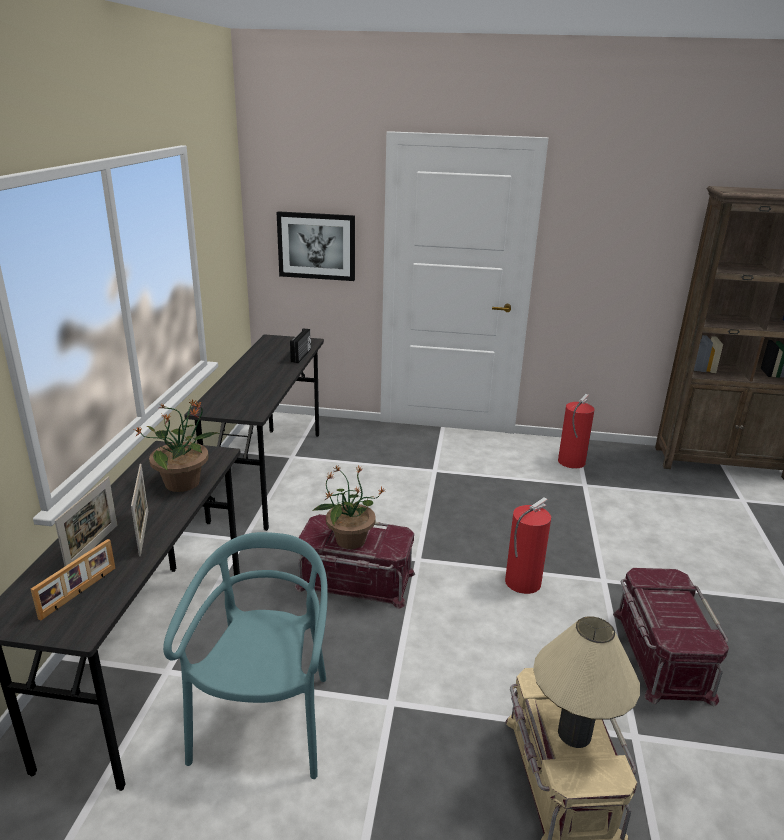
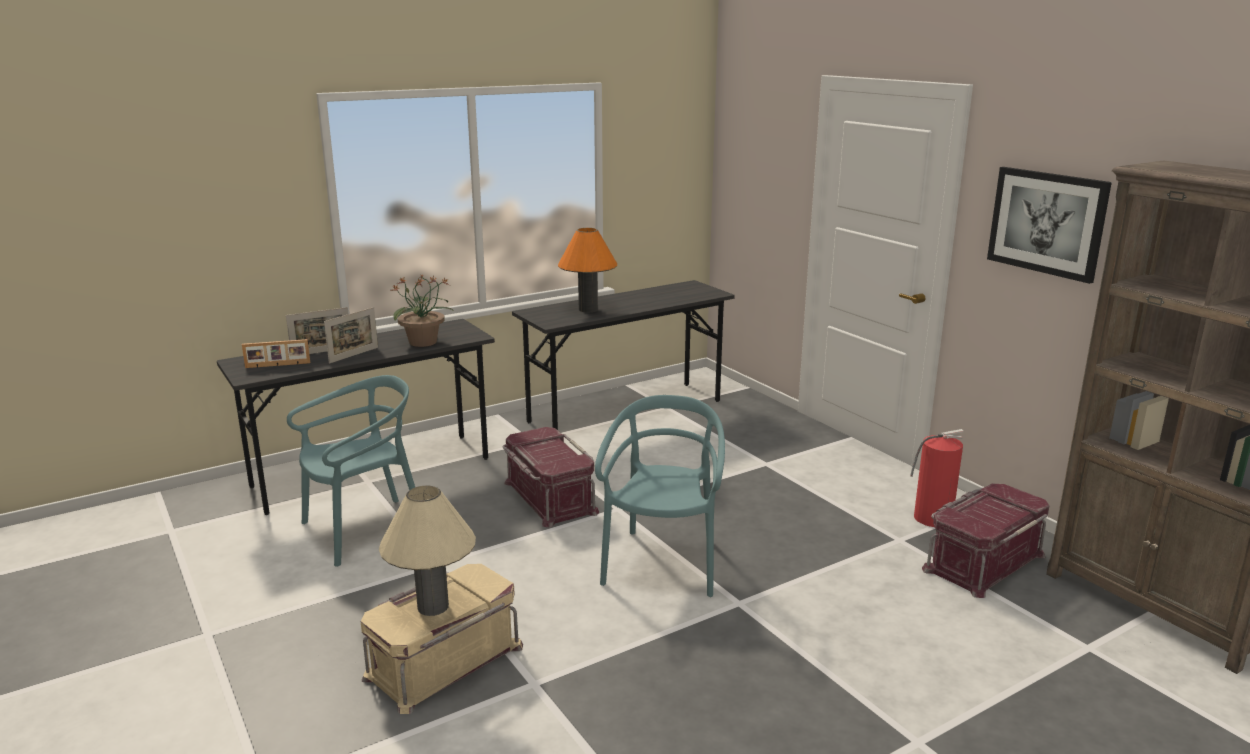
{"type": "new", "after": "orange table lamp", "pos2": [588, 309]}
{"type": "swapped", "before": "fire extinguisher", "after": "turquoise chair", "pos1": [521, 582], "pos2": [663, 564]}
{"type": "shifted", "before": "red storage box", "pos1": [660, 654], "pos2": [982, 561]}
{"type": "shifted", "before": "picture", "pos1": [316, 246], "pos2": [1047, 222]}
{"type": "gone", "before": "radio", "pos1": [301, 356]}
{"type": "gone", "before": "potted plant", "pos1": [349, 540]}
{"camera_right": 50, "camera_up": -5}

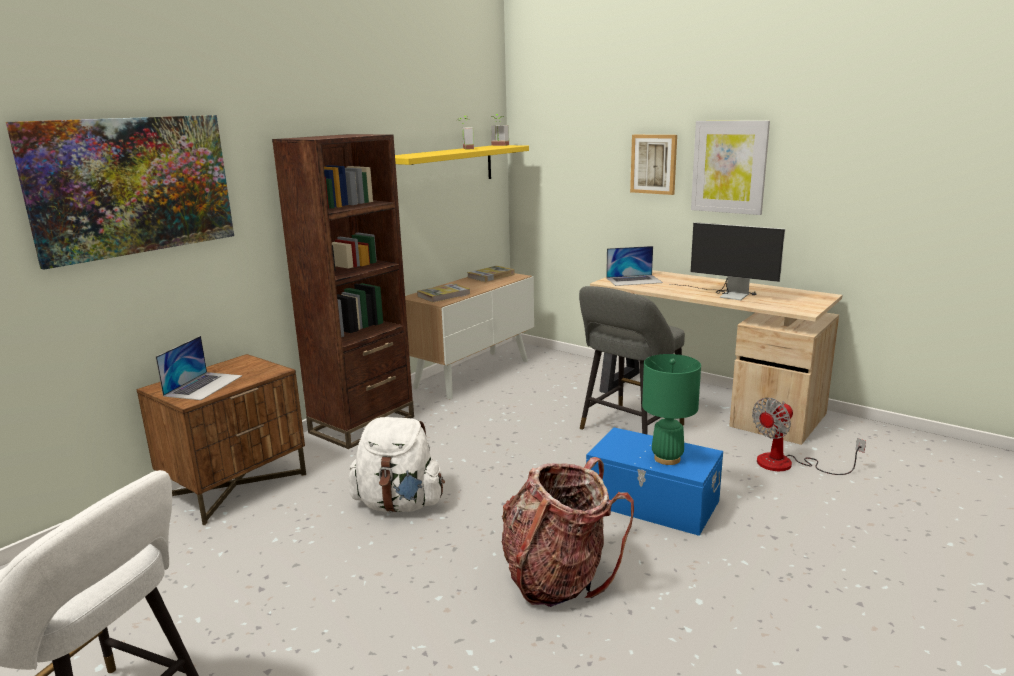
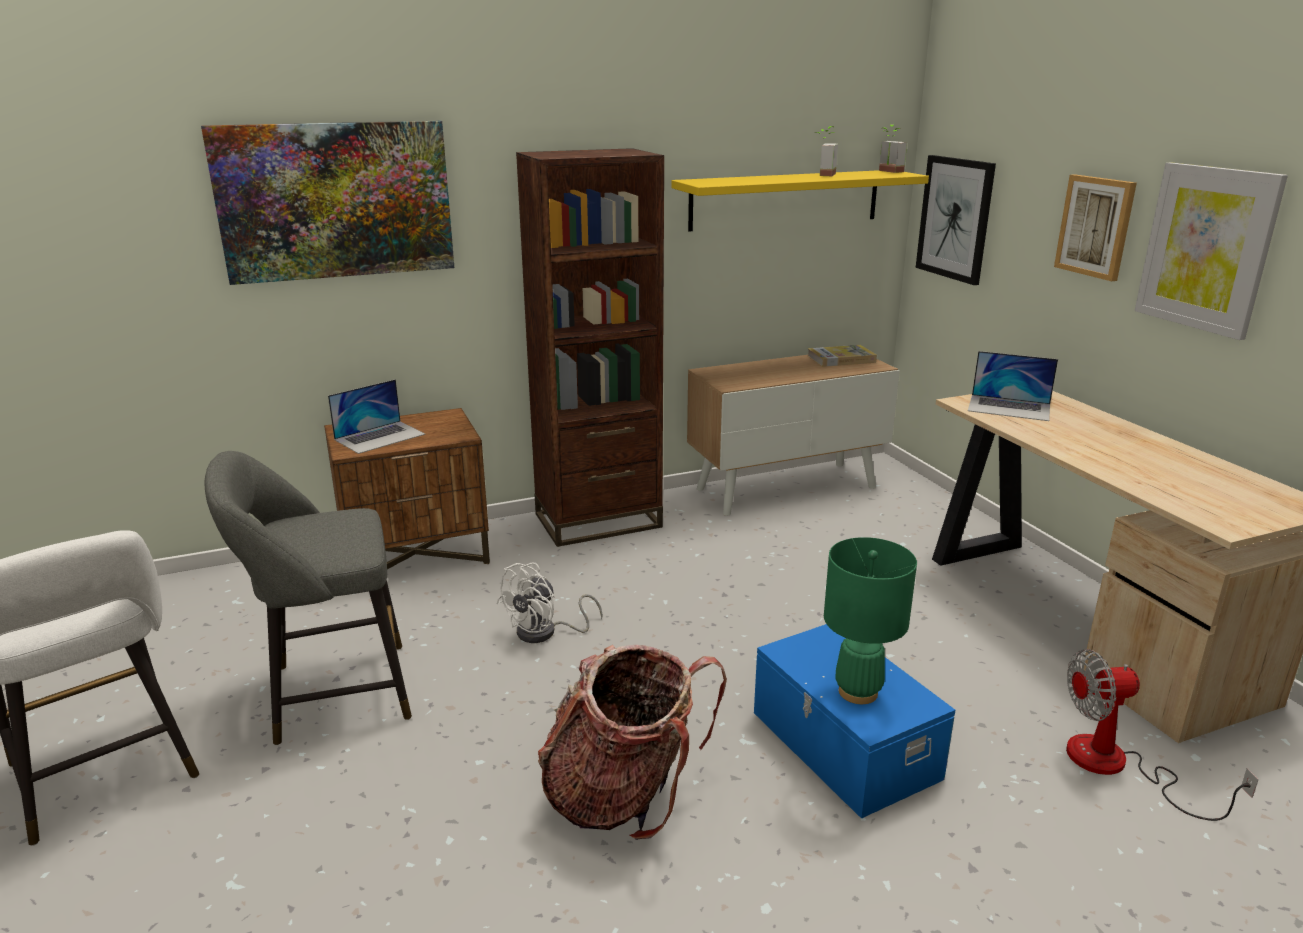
{"type": "shifted", "before": "grey stool", "pos1": [628, 429], "pos2": [331, 694]}
{"type": "swapped", "before": "white backpack", "after": "white fan", "pos1": [399, 504], "pos2": [545, 633]}
{"type": "new", "after": "picture", "pos2": [955, 218]}
{"type": "gone", "before": "book", "pos1": [444, 295]}
{"type": "gone", "before": "monitor", "pos1": [725, 294]}
{"camera_right": 30, "camera_up": 5}

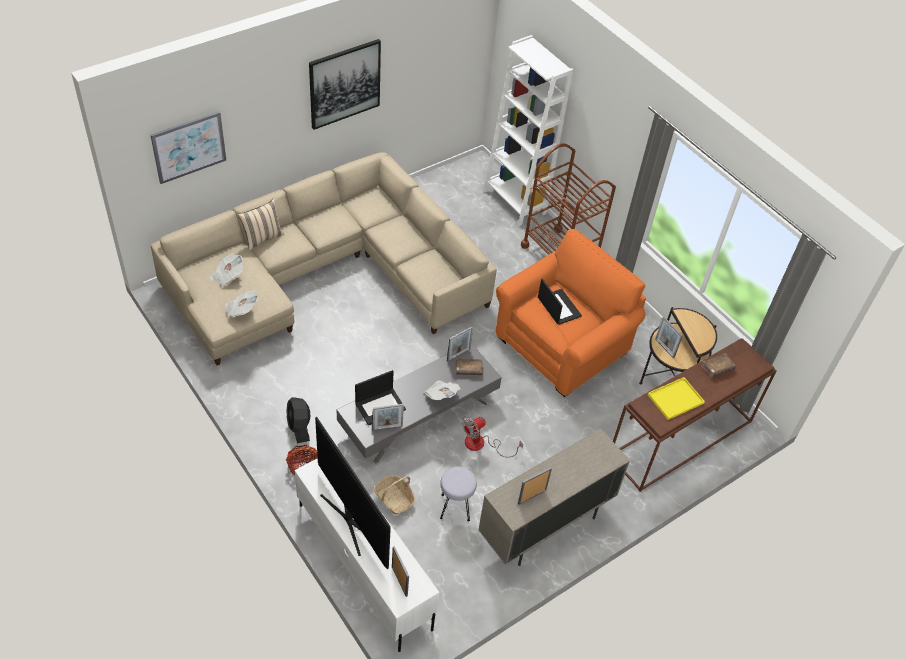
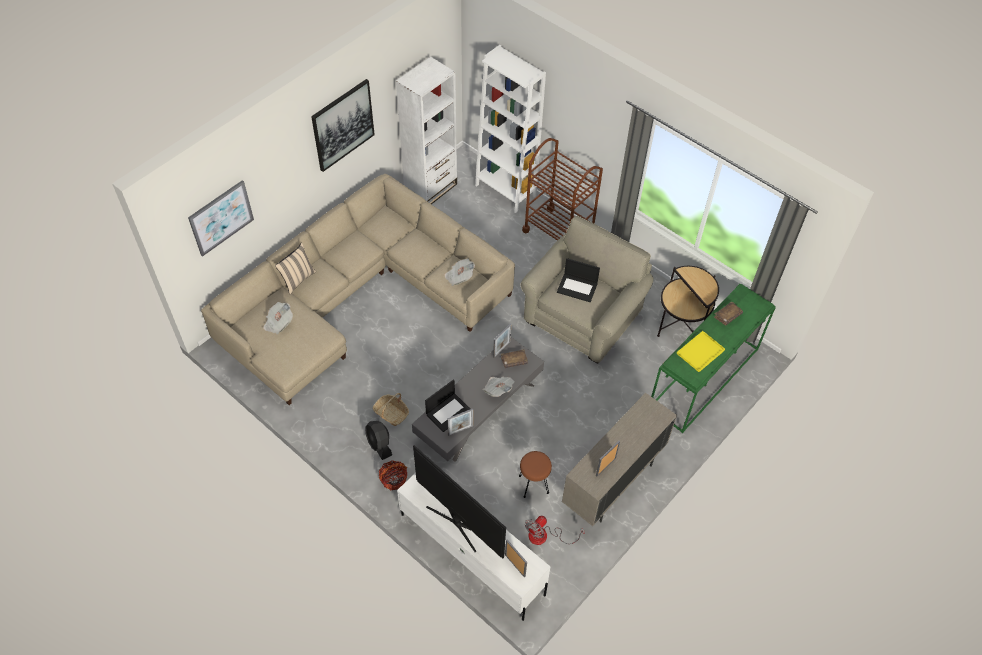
{"type": "shifted", "before": "basket", "pos1": [394, 499], "pos2": [391, 413]}
{"type": "new", "after": "white bookcase", "pos2": [431, 188]}
{"type": "shifted", "before": "newspaper", "pos1": [241, 310], "pos2": [459, 277]}
{"type": "repainted", "before": "grey stool", "after": "brown stool", "pos1": [455, 508], "pos2": [533, 485]}
{"type": "repainted", "before": "orange armchair", "after": "beige armchair", "pos1": [562, 345], "pos2": [583, 316]}
{"type": "shifted", "before": "fan", "pos1": [482, 444], "pos2": [545, 536]}
{"type": "rotated", "before": "laptop", "pos1": [558, 307], "pos2": [577, 287], "turn": 150}
{"type": "repainted", "before": "brown console table", "after": "green console table", "pos1": [680, 440], "pos2": [704, 379]}
{"type": "gone", "before": "picture frame", "pos1": [664, 348]}
{"camera_right": -10, "camera_up": 5}

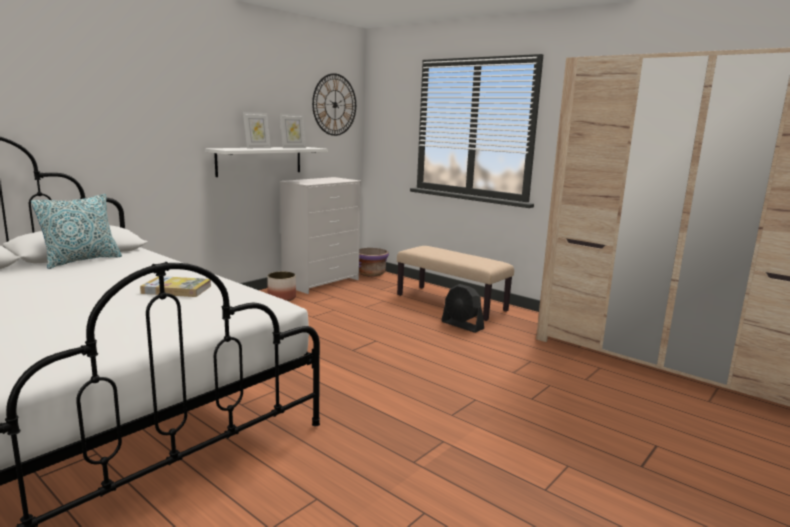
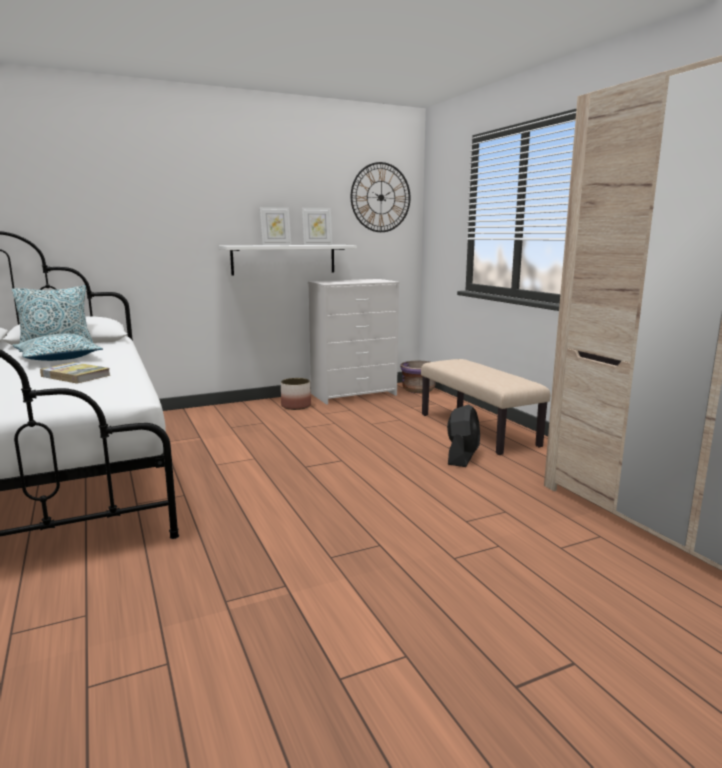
{"type": "new", "after": "pillow", "pos2": [58, 358]}
{"type": "rotated", "before": "black fan", "pos1": [462, 325], "pos2": [462, 457], "turn": -135}
{"camera_right": 25, "camera_up": 0}

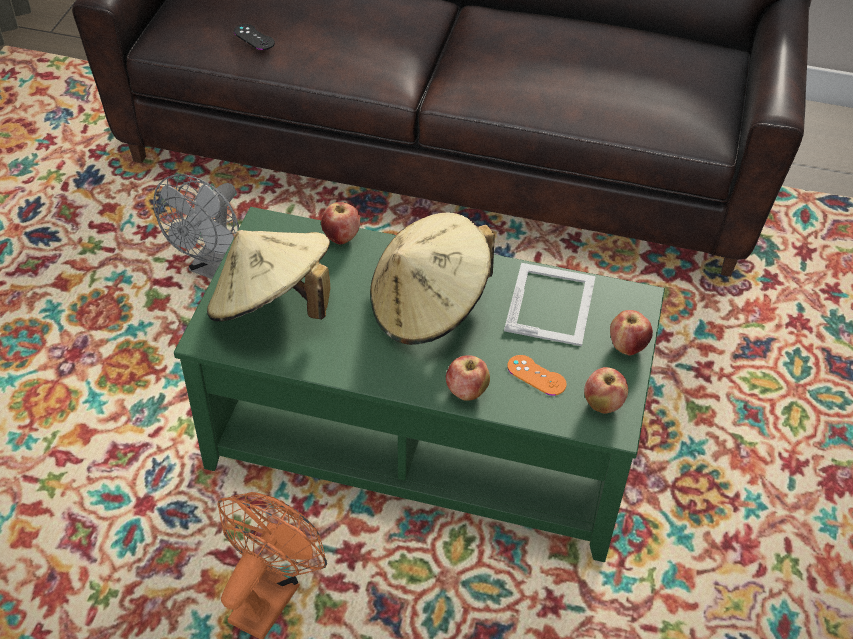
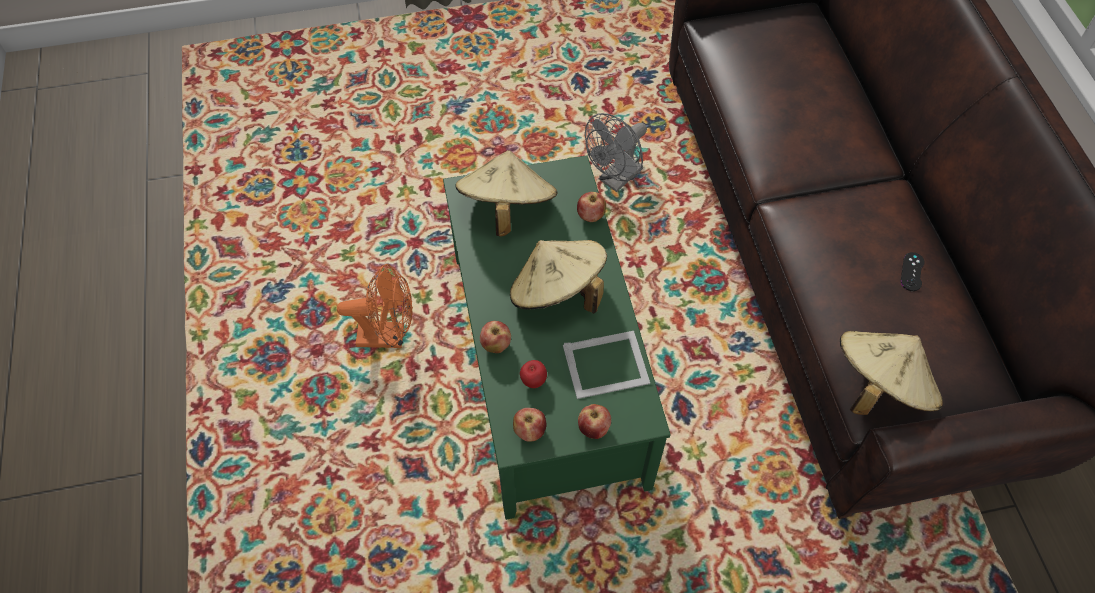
{"type": "swapped", "before": "orange game controller", "after": "apple", "pos1": [536, 375], "pos2": [533, 381]}
{"type": "rotated", "before": "grey fan", "pos1": [212, 266], "pos2": [616, 179], "turn": -45}
{"type": "new", "after": "beige hat", "pos2": [878, 386]}
{"type": "shifted", "before": "black game controller", "pos1": [254, 37], "pos2": [912, 272]}
{"camera_right": 65, "camera_up": 10}

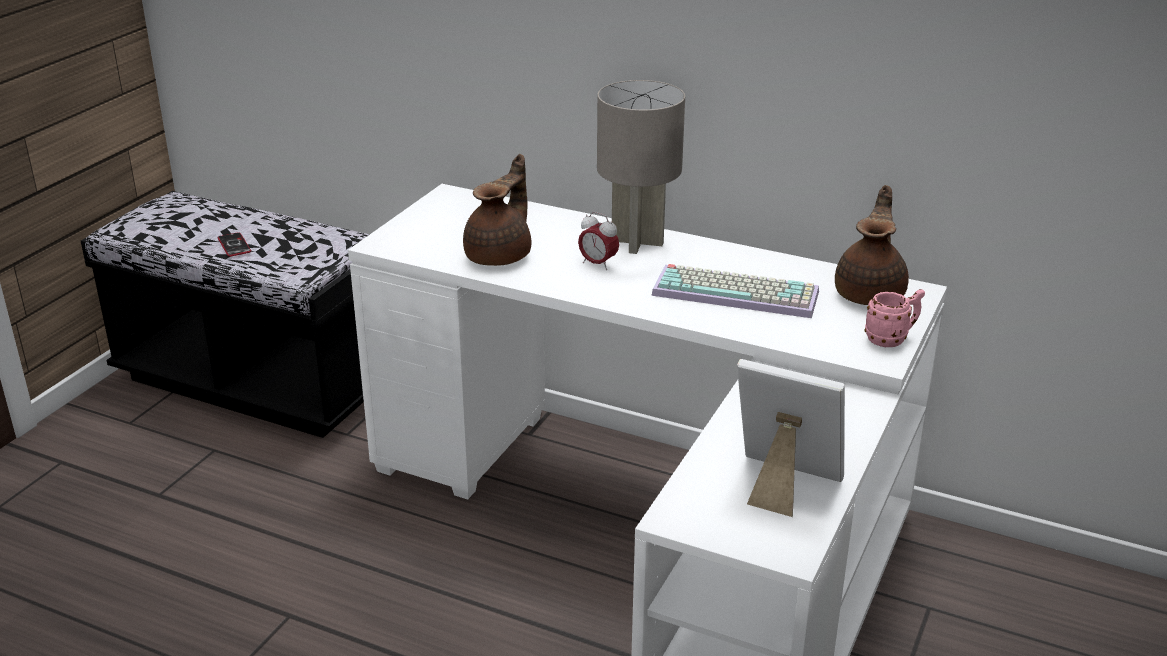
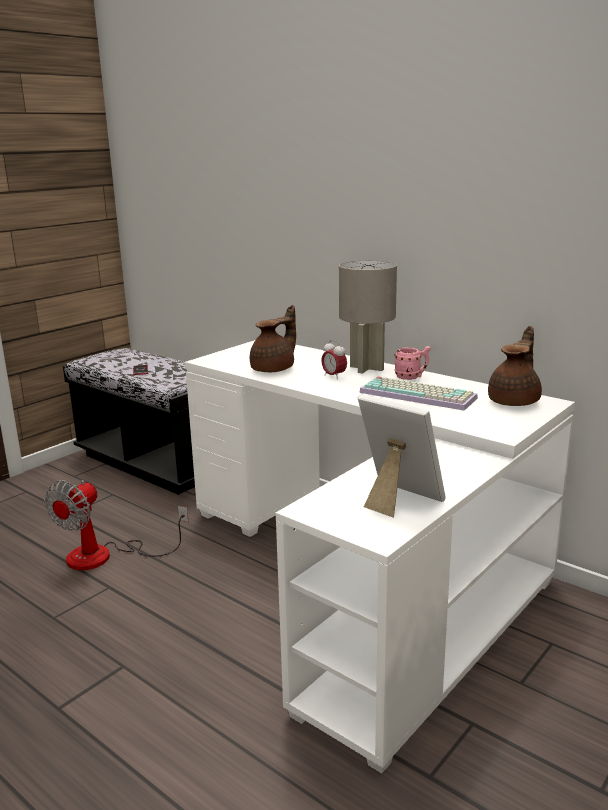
{"type": "new", "after": "fan", "pos2": [105, 556]}
{"type": "shifted", "before": "pink mug", "pos1": [891, 339], "pos2": [411, 377]}
{"camera_right": 15, "camera_up": -10}

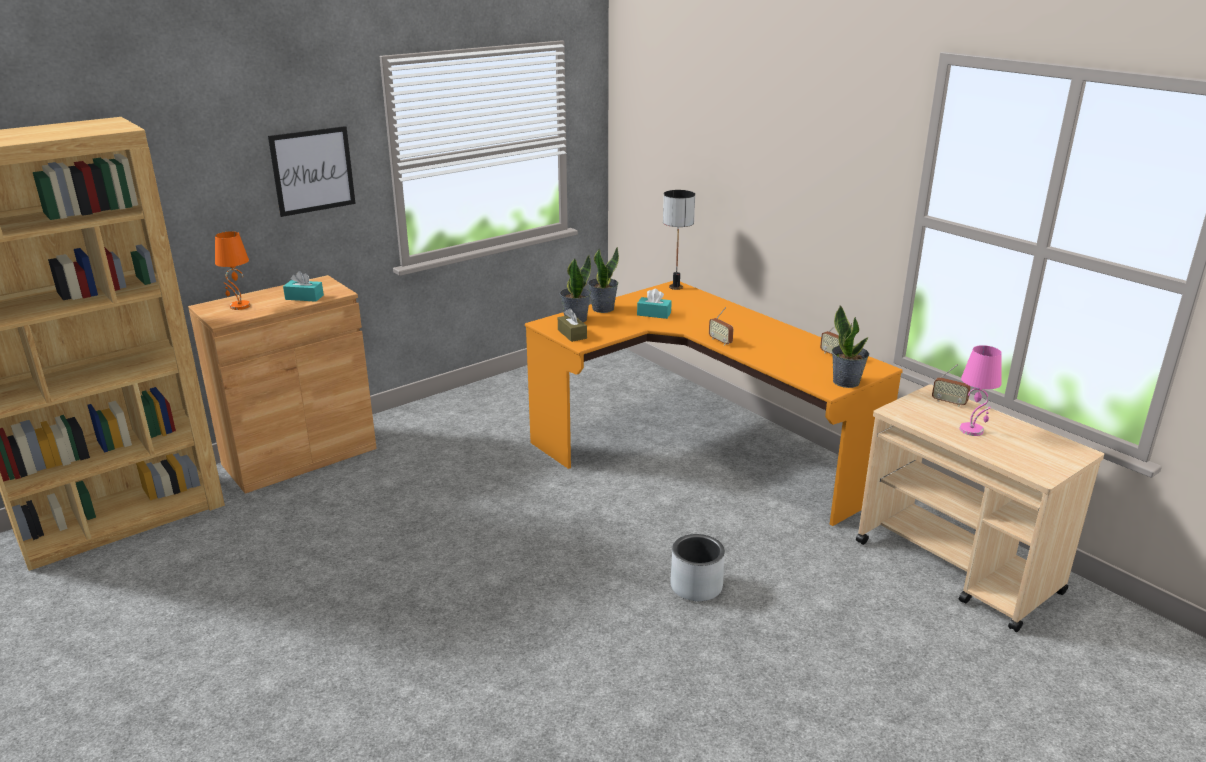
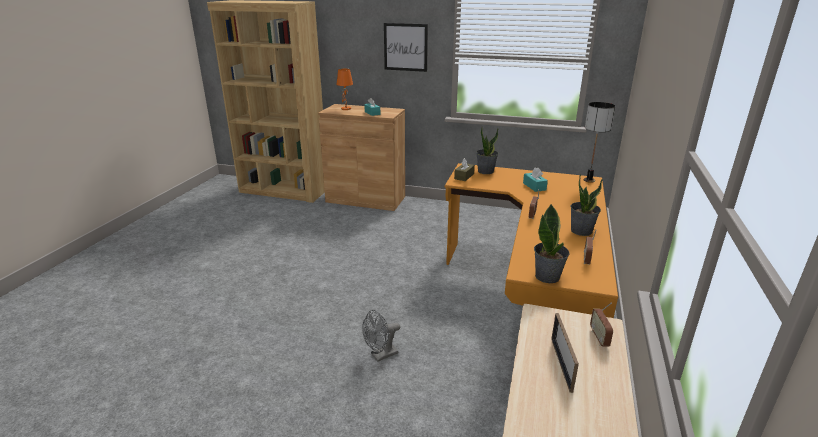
{"type": "swapped", "before": "grey planter", "after": "grey fan", "pos1": [696, 586], "pos2": [381, 355]}
{"type": "swapped", "before": "pink table lamp", "after": "picture frame", "pos1": [972, 430], "pos2": [561, 364]}
{"type": "shifted", "before": "potted plant", "pos1": [602, 308], "pos2": [581, 231]}
{"camera_right": 55, "camera_up": 0}

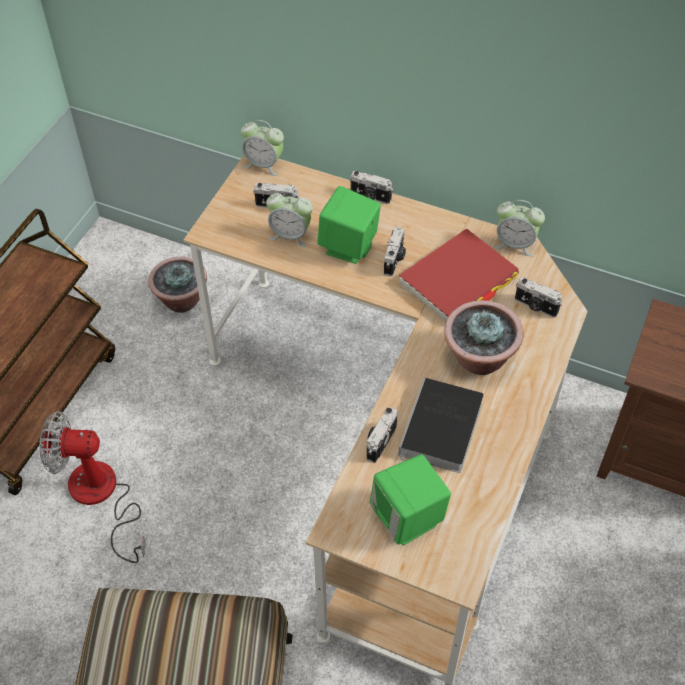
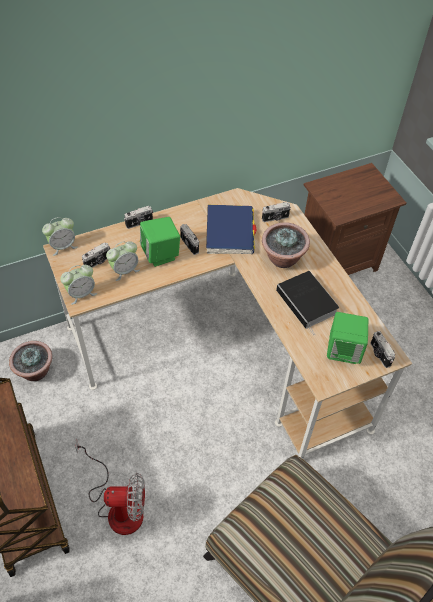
{"type": "shifted", "before": "alarm clock", "pos1": [515, 244], "pos2": [81, 294]}
{"type": "rotated", "before": "fan", "pos1": [101, 497], "pos2": [118, 506], "turn": -135}
{"type": "repainted", "before": "red book", "after": "blue book", "pos1": [458, 280], "pos2": [230, 232]}
{"type": "shifted", "before": "photo camera", "pos1": [379, 441], "pos2": [379, 354]}
{"camera_right": -50, "camera_up": 0}

